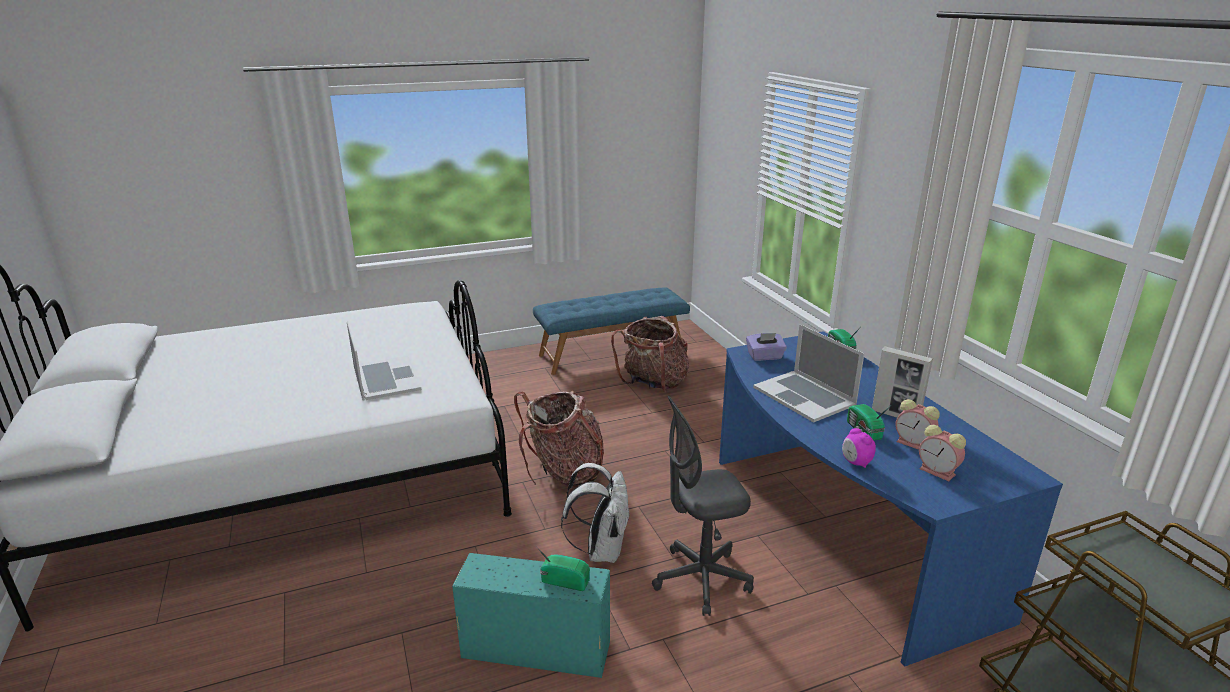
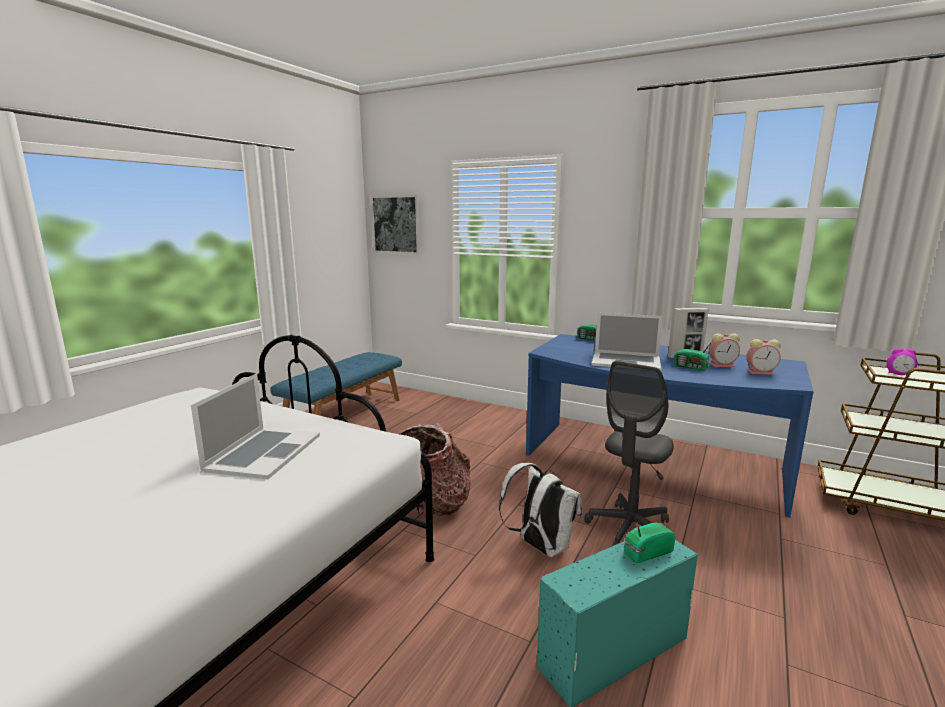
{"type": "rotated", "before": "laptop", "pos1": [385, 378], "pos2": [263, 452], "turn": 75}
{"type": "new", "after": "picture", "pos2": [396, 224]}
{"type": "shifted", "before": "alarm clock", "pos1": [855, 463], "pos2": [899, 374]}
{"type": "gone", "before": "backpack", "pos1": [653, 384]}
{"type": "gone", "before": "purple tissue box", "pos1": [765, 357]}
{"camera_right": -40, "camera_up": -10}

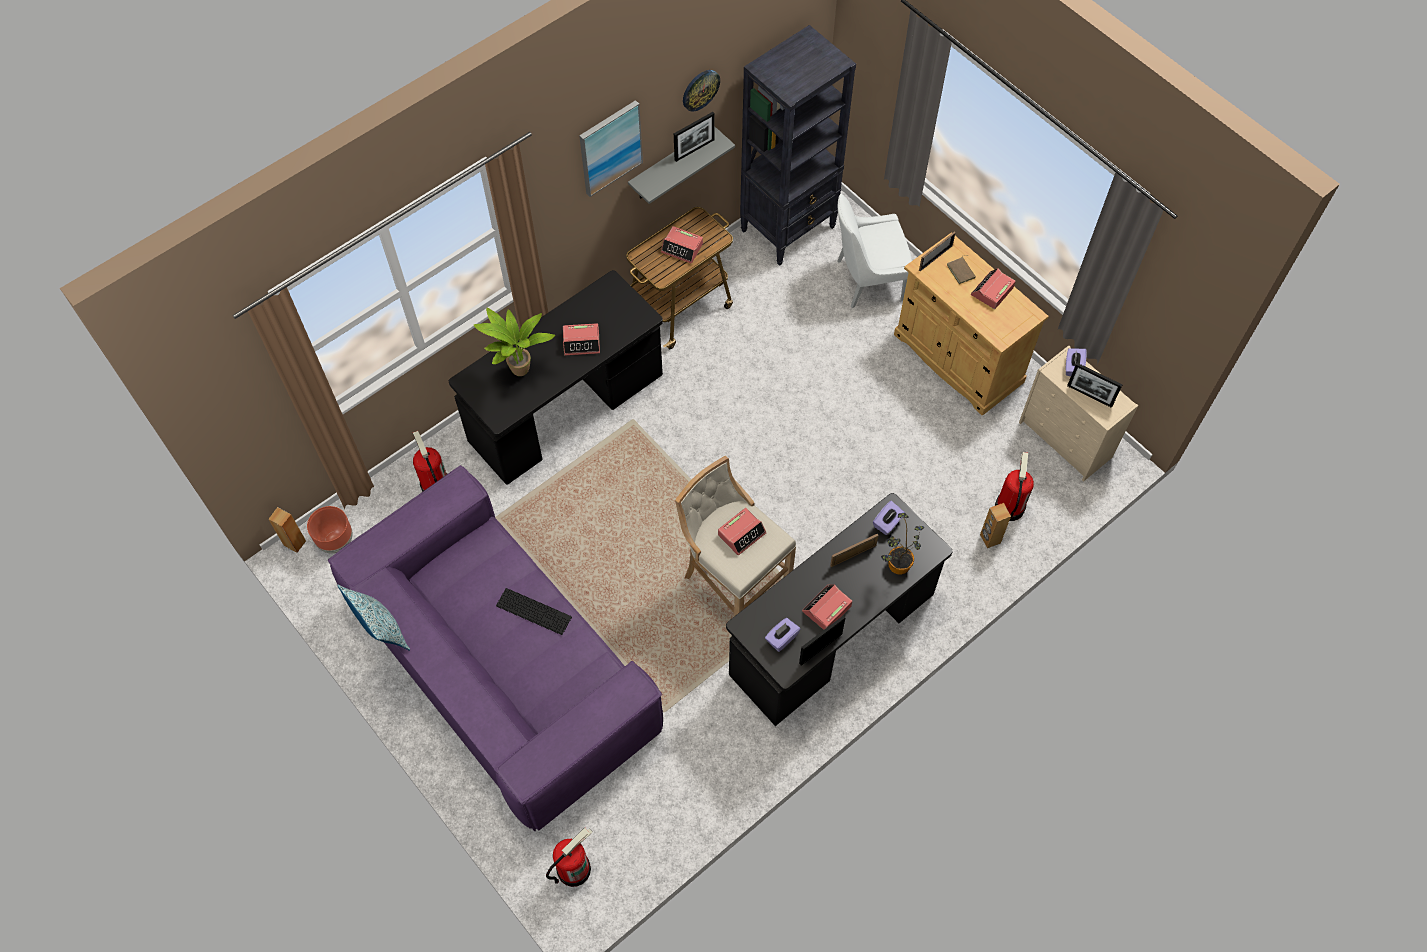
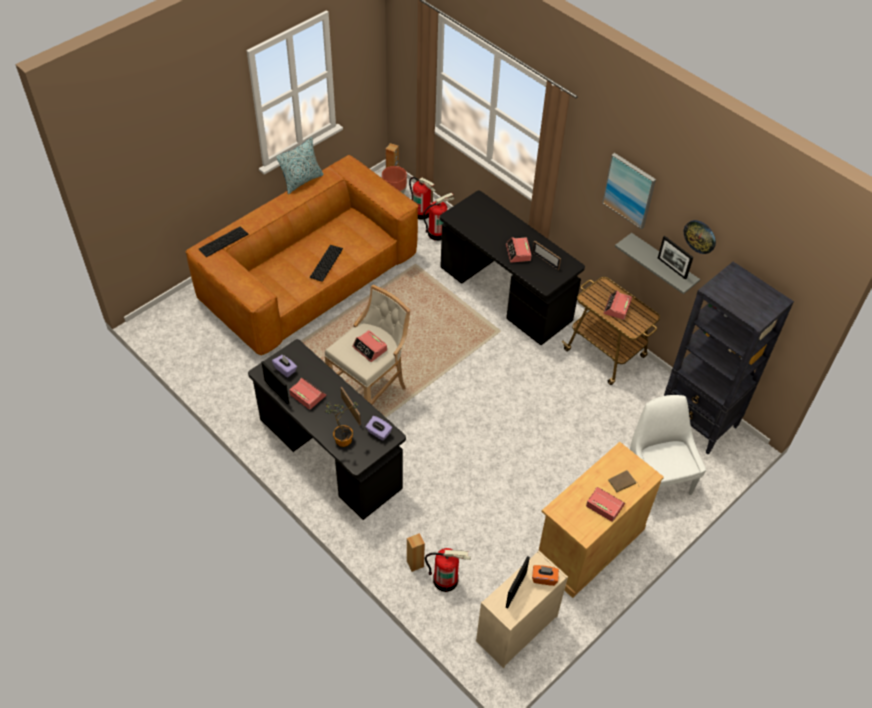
{"type": "repainted", "before": "purple sofa", "after": "brown sofa", "pos1": [504, 665], "pos2": [309, 277]}
{"type": "new", "after": "keyboard", "pos2": [223, 241]}
{"type": "shifted", "before": "fire extinguisher", "pos1": [573, 868], "pos2": [421, 212]}
{"type": "shifted", "before": "picture frame", "pos1": [935, 258], "pos2": [545, 260]}
{"type": "repainted", "before": "purple tissue box", "after": "orange tissue box", "pos1": [1073, 367], "pos2": [544, 578]}
{"type": "gone", "before": "potted plant", "pos1": [520, 373]}
{"camera_right": 85, "camera_up": -10}

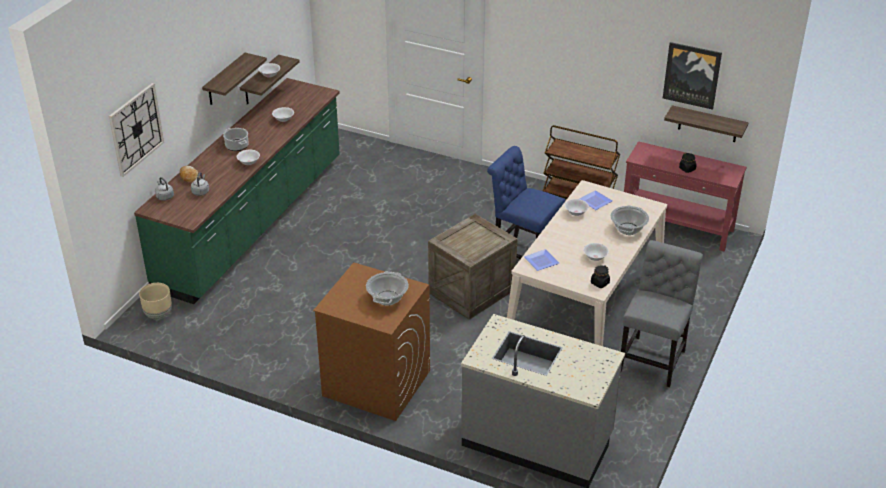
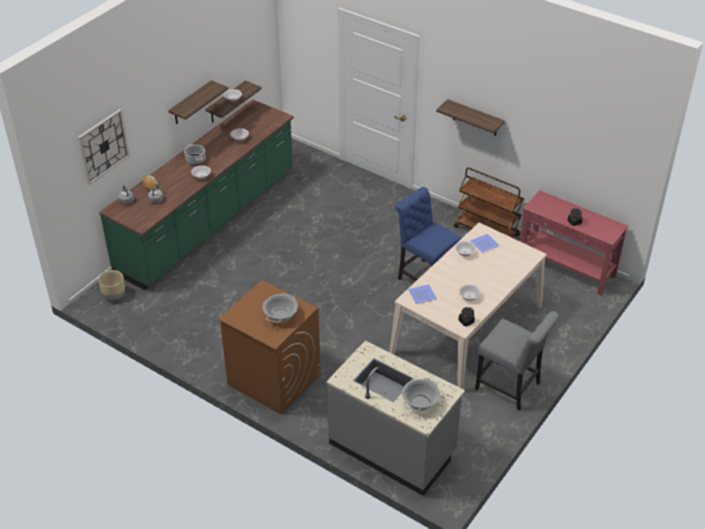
{"type": "shifted", "before": "cooking pot", "pos1": [628, 229], "pos2": [420, 402]}
{"type": "shifted", "before": "shelf", "pos1": [708, 124], "pos2": [475, 118]}
{"type": "rotated", "before": "grey chair", "pos1": [653, 359], "pos2": [510, 388], "turn": 90}
{"type": "gone", "before": "crate", "pos1": [471, 291]}
{"type": "gone", "before": "picture", "pos1": [692, 75]}
{"camera_right": 10, "camera_up": 5}

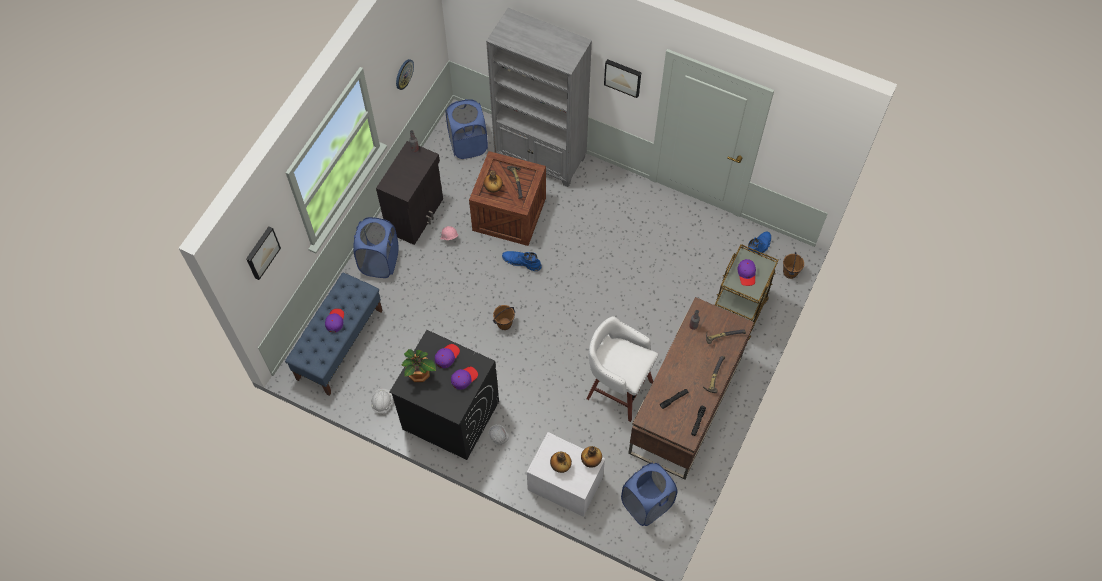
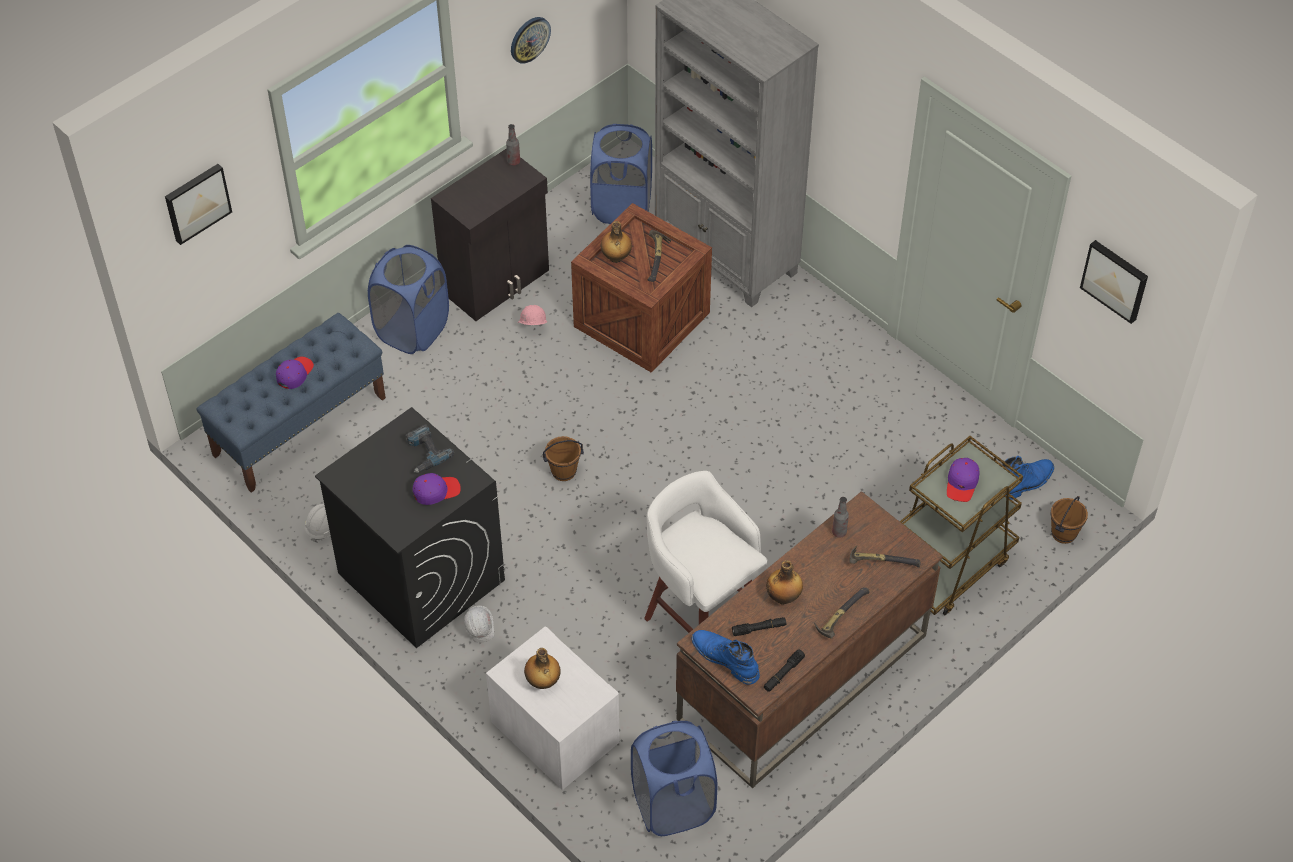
{"type": "swapped", "before": "purple cap", "after": "power drill", "pos1": [447, 356], "pos2": [424, 453]}
{"type": "shifted", "before": "blue boot", "pos1": [521, 262], "pos2": [725, 659]}
{"type": "shifted", "before": "bottle", "pos1": [591, 461], "pos2": [783, 597]}
{"type": "shifted", "before": "picture", "pos1": [623, 77], "pos2": [1115, 280]}
{"type": "gone", "before": "potted plant", "pos1": [419, 374]}
{"camera_right": 20, "camera_up": -10}

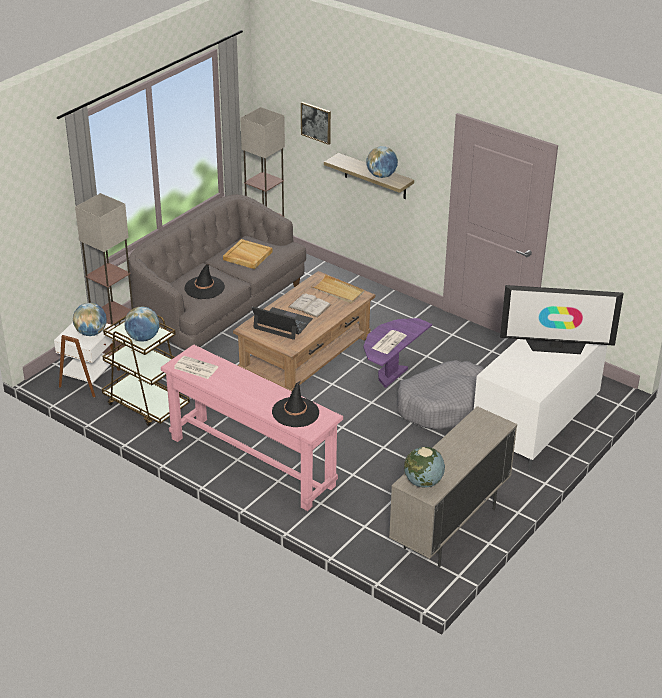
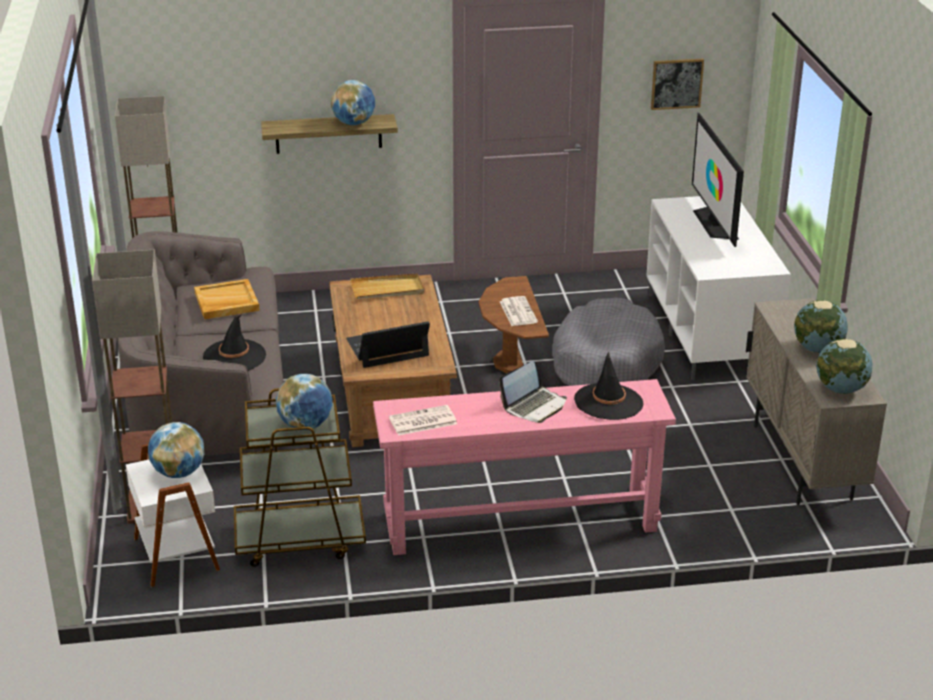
{"type": "repainted", "before": "purple side table", "after": "brown side table", "pos1": [391, 375], "pos2": [511, 363]}
{"type": "new", "after": "laptop", "pos2": [534, 406]}
{"type": "shifted", "before": "picture", "pos1": [316, 122], "pos2": [676, 83]}
{"type": "rotated", "before": "television", "pos1": [556, 346], "pos2": [714, 223], "turn": 120}
{"type": "new", "after": "globe", "pos2": [818, 349]}
{"type": "gone", "before": "white book", "pos1": [309, 306]}
{"camera_right": -45, "camera_up": -5}

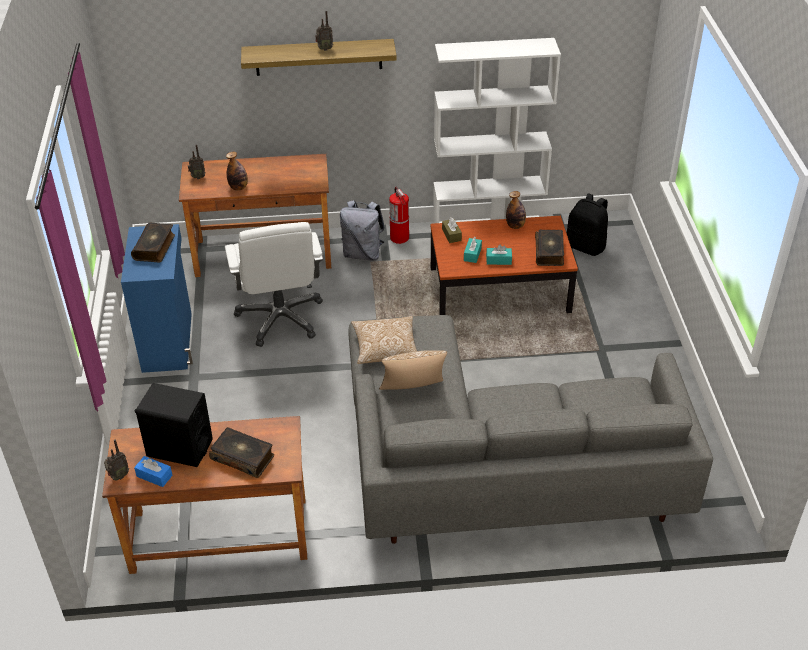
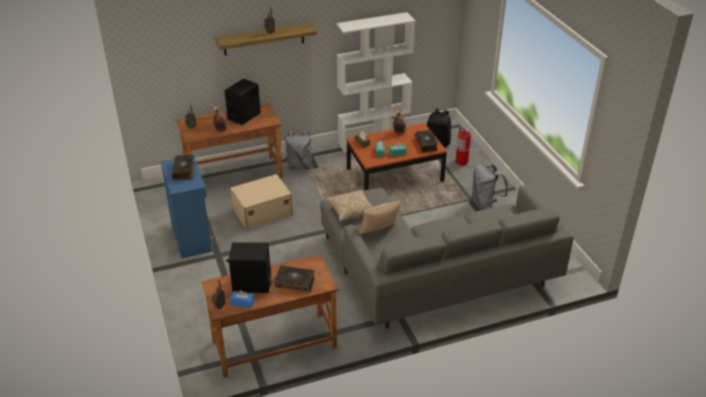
{"type": "new", "after": "black speaker", "pos2": [244, 116]}
{"type": "swapped", "before": "white office chair", "after": "beige storage box", "pos1": [281, 318], "pos2": [261, 211]}
{"type": "shifted", "before": "fire extinguisher", "pos1": [399, 238], "pos2": [462, 162]}
{"type": "new", "after": "grey backpack", "pos2": [485, 202]}
{"camera_right": -15, "camera_up": -5}

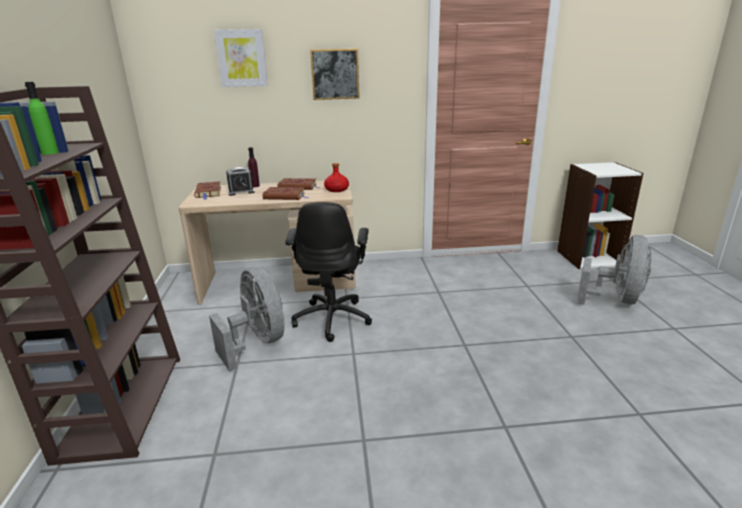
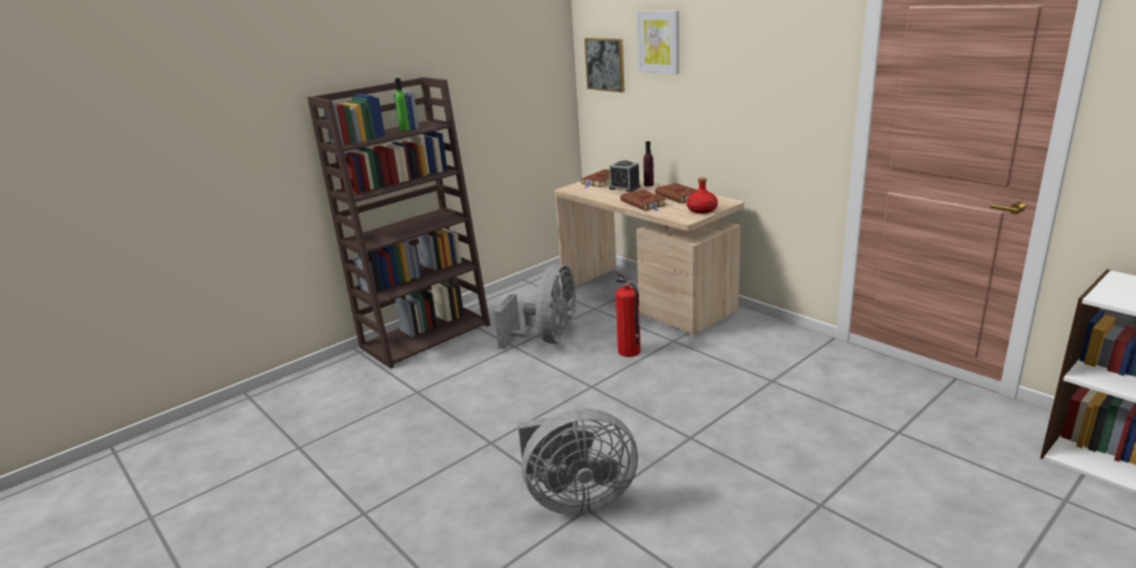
{"type": "shifted", "before": "grey fan", "pos1": [616, 299], "pos2": [576, 499]}
{"type": "shifted", "before": "picture", "pos1": [335, 74], "pos2": [605, 64]}
{"type": "swapped", "before": "black office chair", "after": "fire extinguisher", "pos1": [333, 318], "pos2": [629, 351]}
{"camera_right": 55, "camera_up": 0}

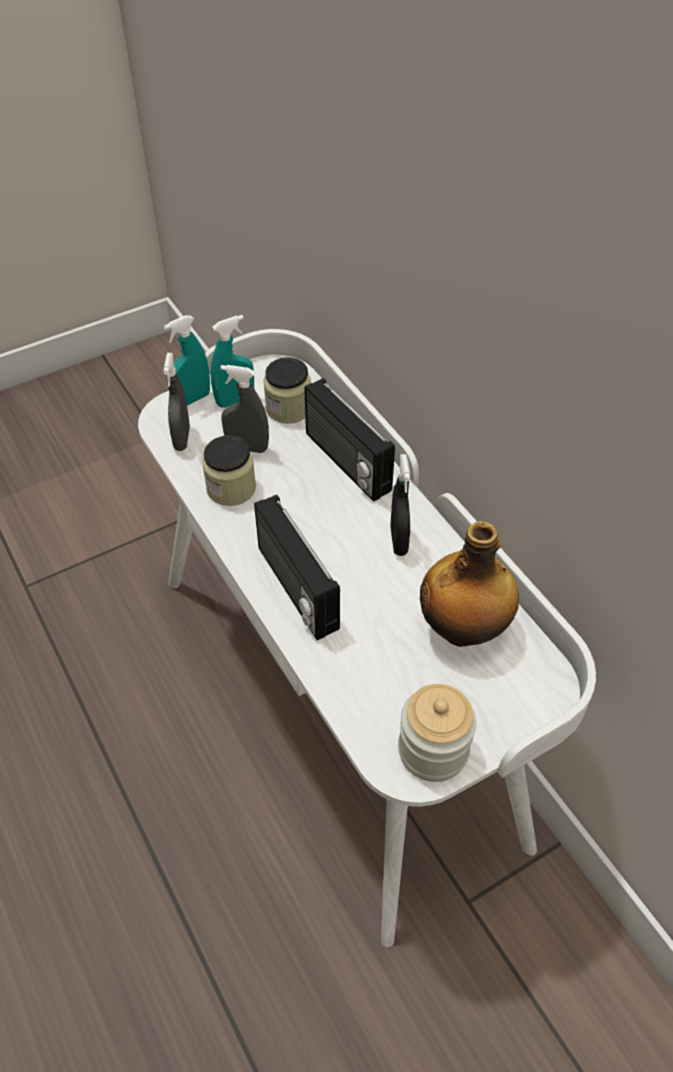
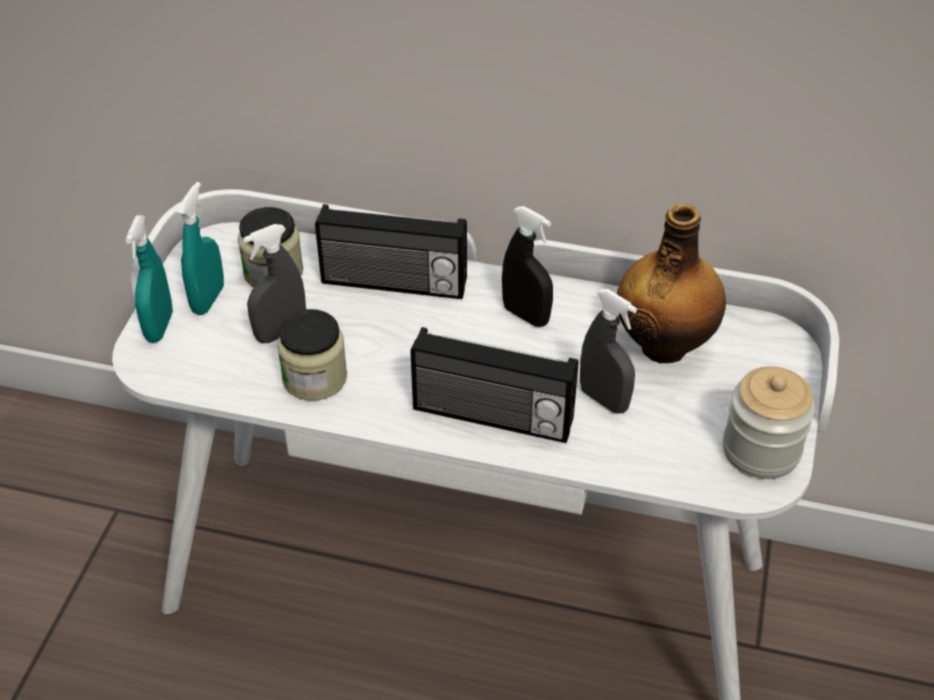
{"type": "shifted", "before": "grey spray bottle", "pos1": [182, 438], "pos2": [604, 399]}
{"camera_right": -45, "camera_up": -5}

